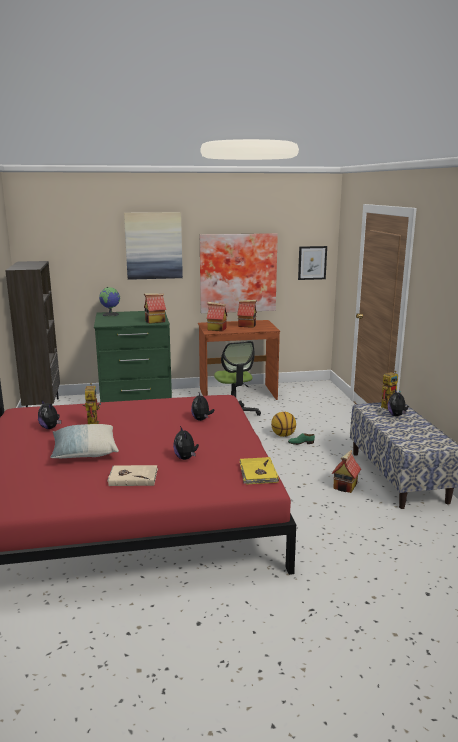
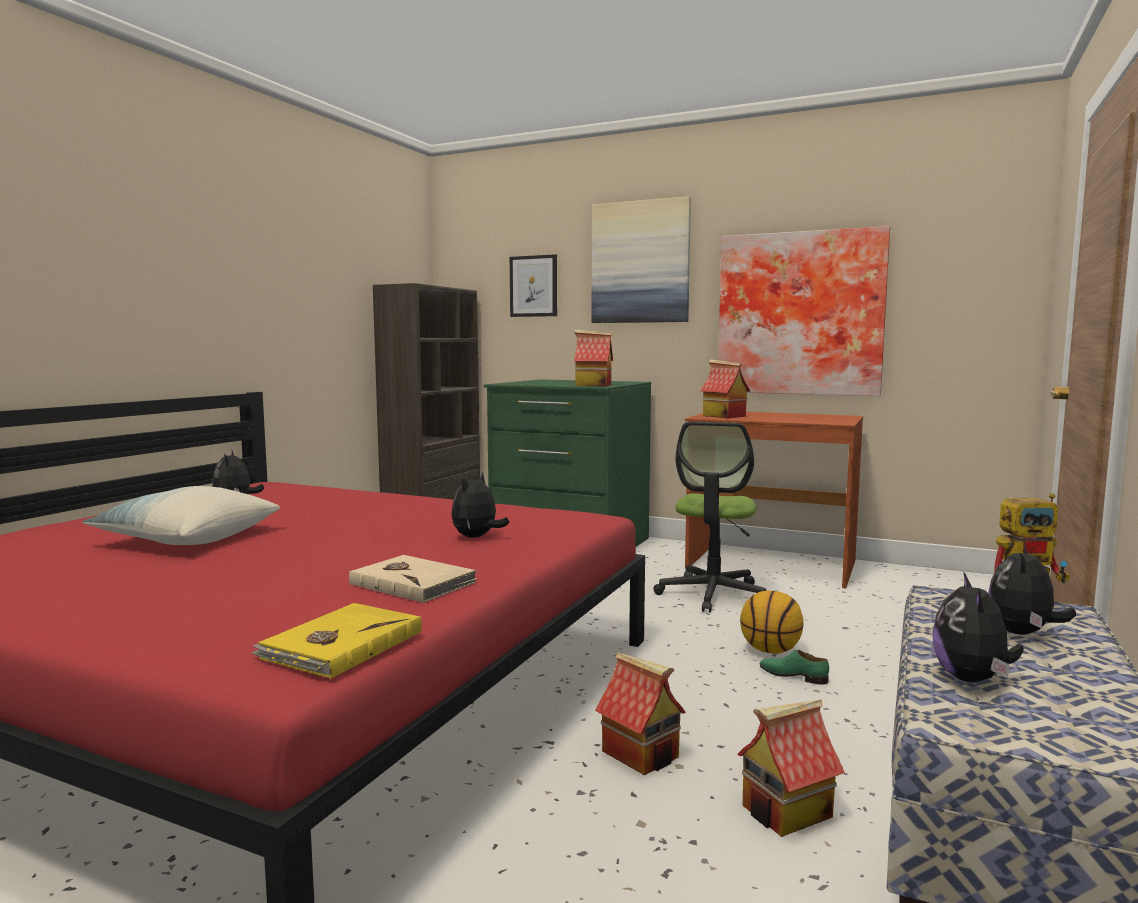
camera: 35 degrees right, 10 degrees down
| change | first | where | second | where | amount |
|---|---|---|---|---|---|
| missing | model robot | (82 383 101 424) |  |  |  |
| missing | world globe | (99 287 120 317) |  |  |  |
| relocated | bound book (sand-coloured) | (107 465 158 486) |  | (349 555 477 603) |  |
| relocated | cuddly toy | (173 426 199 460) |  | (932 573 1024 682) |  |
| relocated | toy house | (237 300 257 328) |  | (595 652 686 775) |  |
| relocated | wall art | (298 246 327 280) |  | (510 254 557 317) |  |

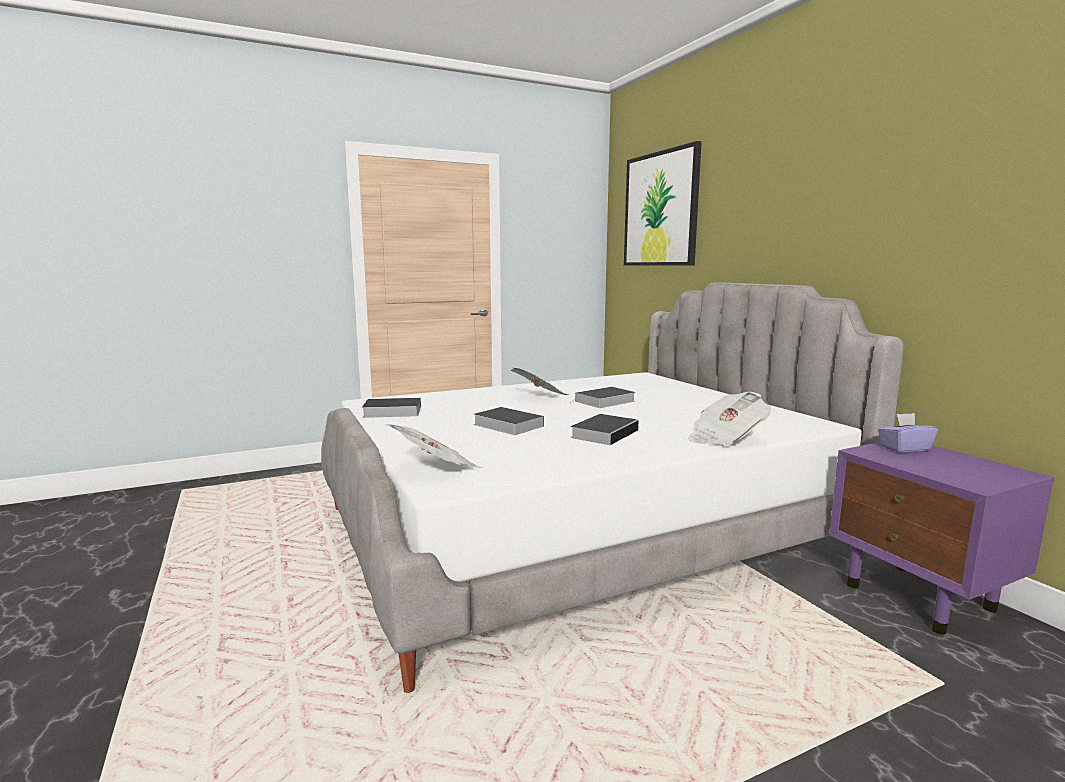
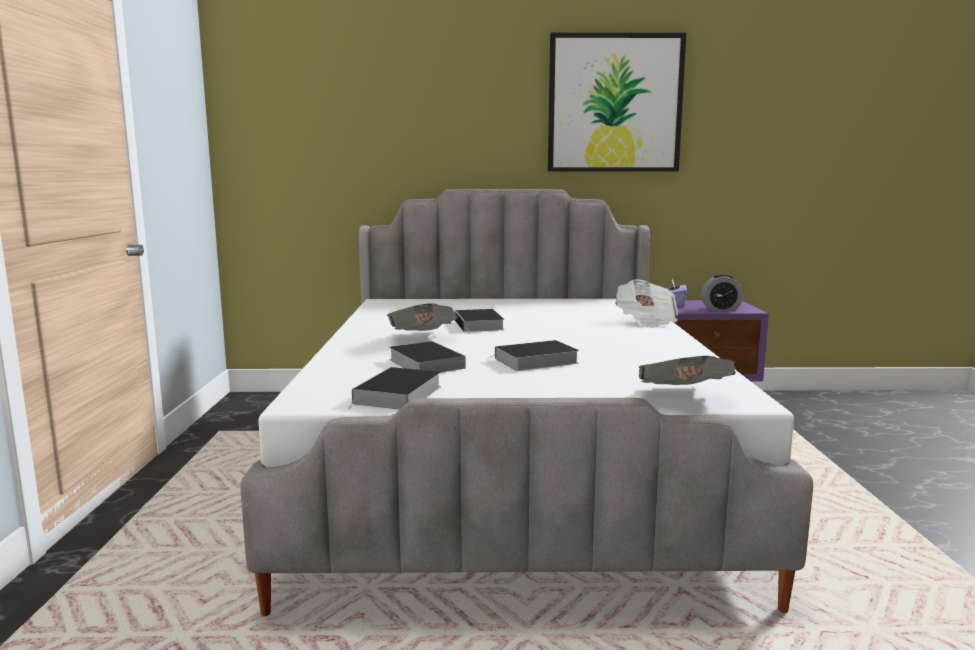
camera: 65 degrees left, 0 degrees up
| change | first | where | second | where | amount |
|---|---|---|---|---|---|
| relocated | bound book | (571 414 638 445) |  | (389 341 465 372) |  |
| relocated | wall art | (624 141 702 266) |  | (548 33 686 172) |  |
| appeared |  |  | table clock | (701 274 743 311) |  |

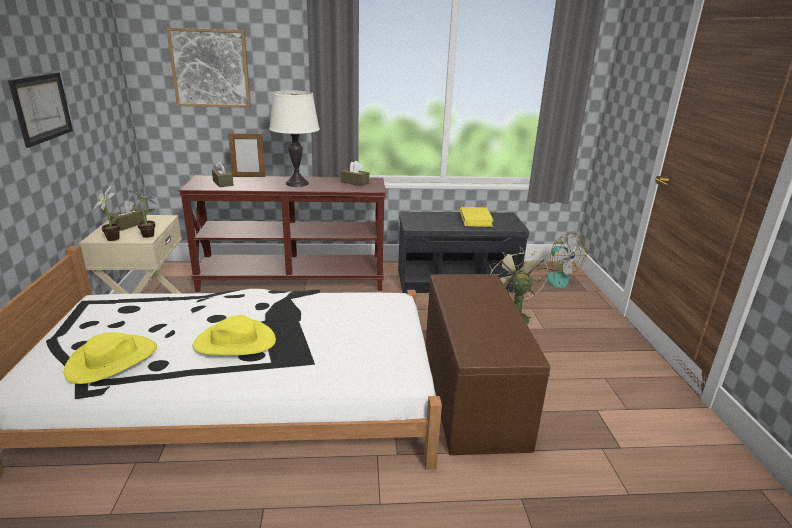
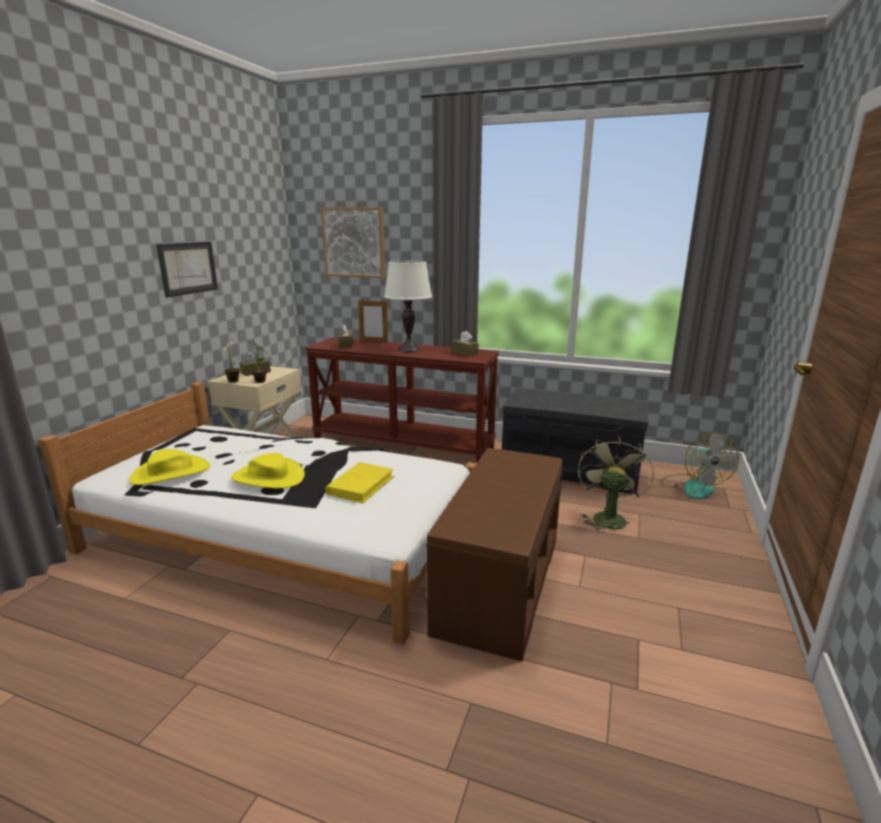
camera: 25 degrees right, 5 degrees down
| change | first | where | second | where | amount |
|---|---|---|---|---|---|
| relocated | bound book (yellow) | (459 207 494 227) |  | (325 462 394 503) |  |

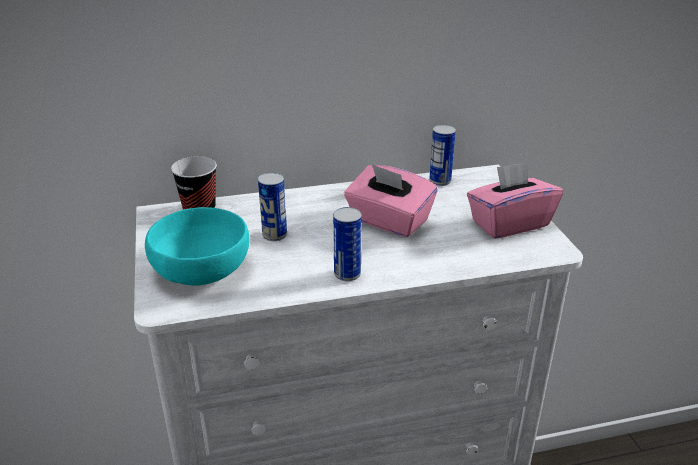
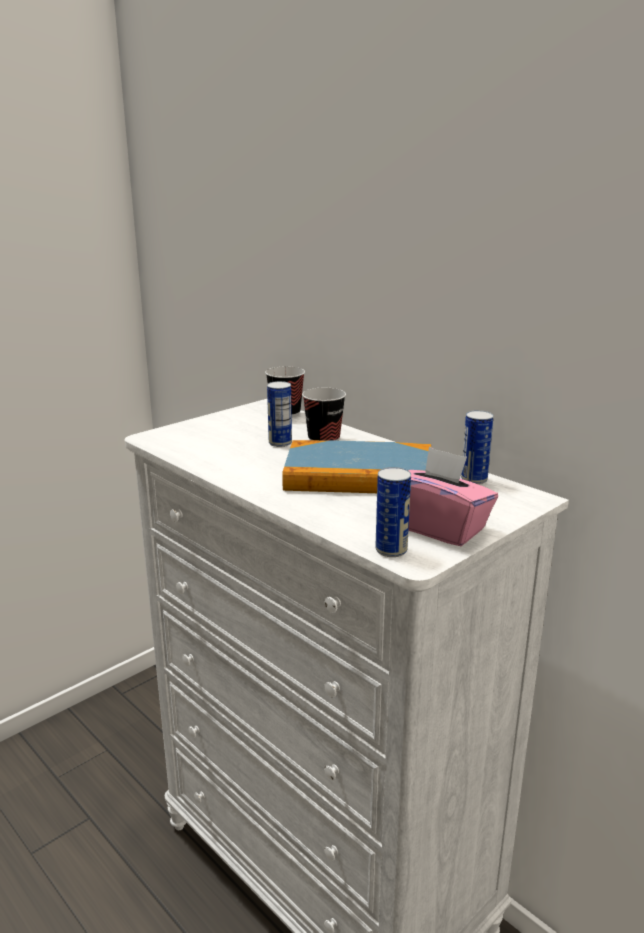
camera: 60 degrees right, 10 degrees down
| change | first | where | second | where | amount |
|---|---|---|---|---|---|
| missing | deep dish (blue-green) | (145 207 250 286) |  |  |  |
| relocated | can | (333 207 362 281) |  | (375 467 411 557) |  |
| exchanged | tissue box (pinkish) | (344 164 438 237) | bound book | (282 440 432 493) |  |
| appeared |  |  | cup | (302 388 346 441) |  |

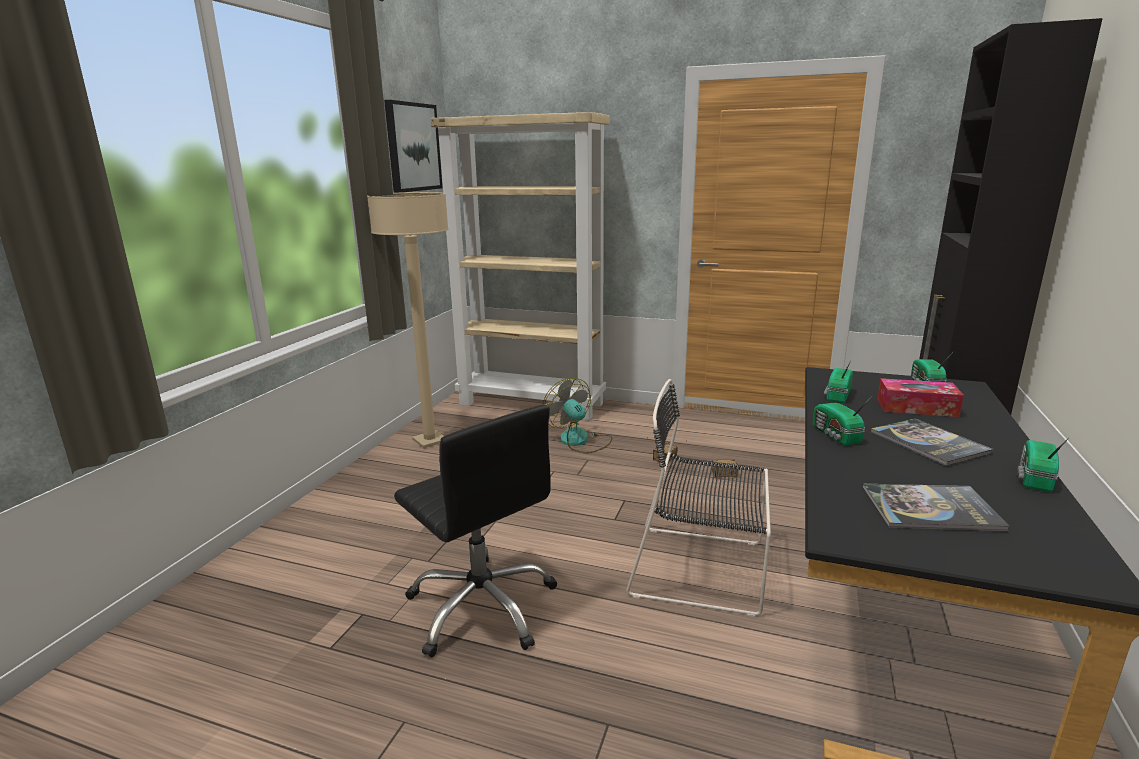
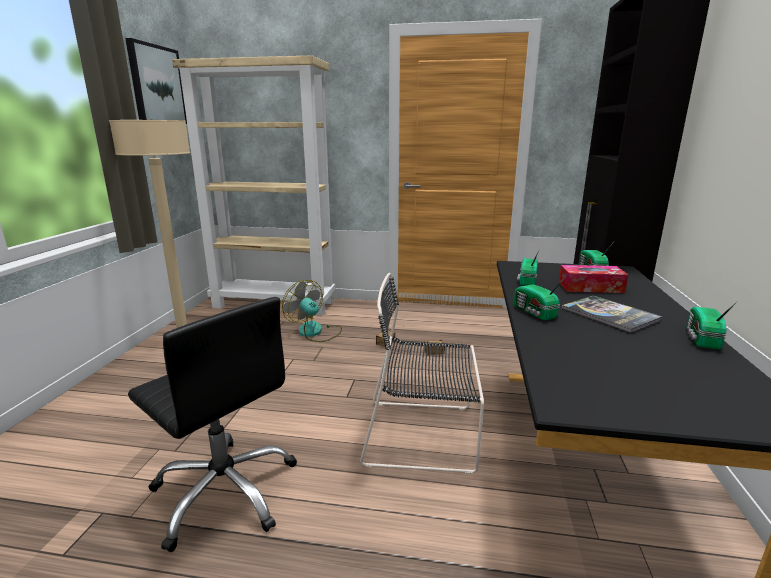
camera: 10 degrees left, 0 degrees up
| change | first | where | second | where | amount |
|---|---|---|---|---|---|
| missing | bound book | (863 484 1009 531) |  |  |  |

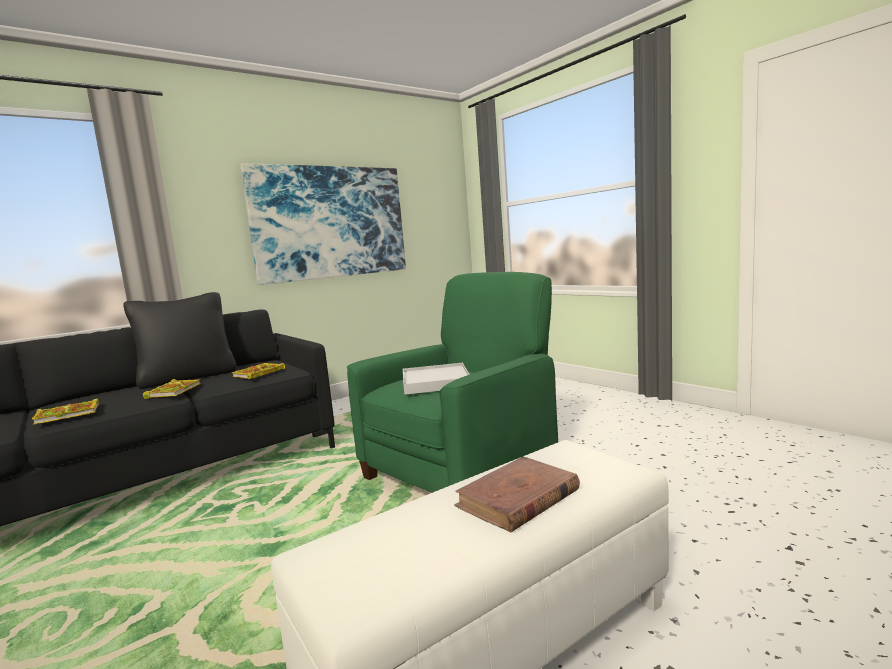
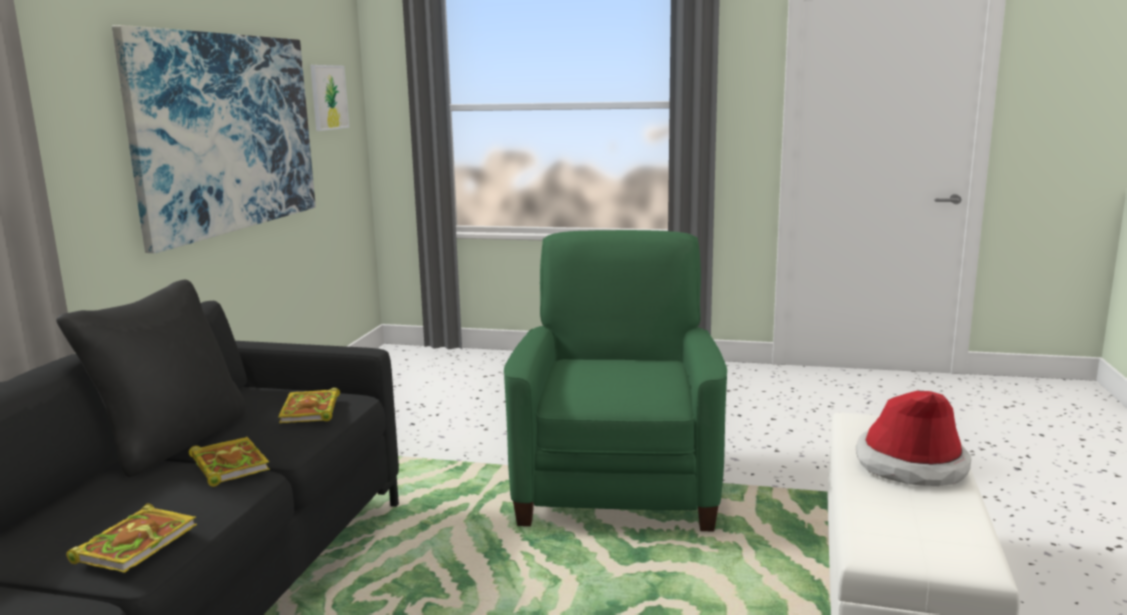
camera: 40 degrees left, 5 degrees up
| change | first | where | second | where | amount |
|---|---|---|---|---|---|
| missing | tray (white-coloured) | (403 363 470 394) |  |  |  |
| exchanged | bound book (brown-coloured) | (454 457 580 532) | clothing hat | (856 391 972 486) |  |
| appeared |  |  | wall art | (310 65 349 131) |  |

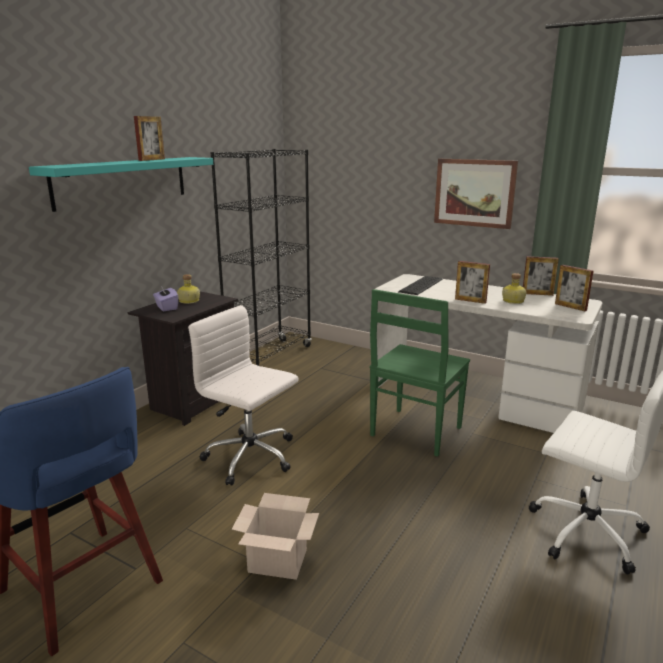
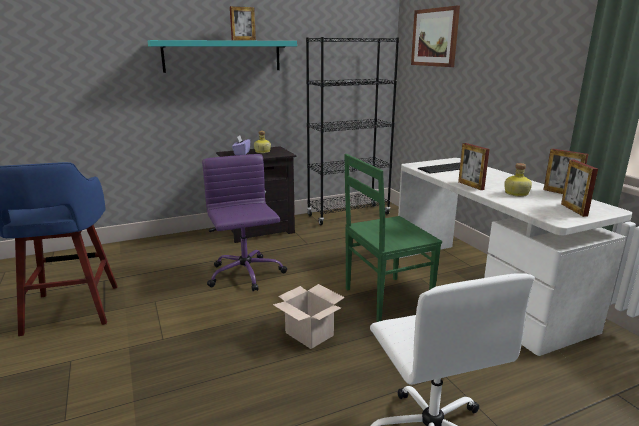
camera: 35 degrees right, 0 degrees up
| change | first | where | second | where | amount |
|---|---|---|---|---|---|
| colour | desk chair (white-coloured) | (188 305 299 486) | desk chair (purple) | (202 154 287 291) |  |
| relocated | packing box | (232 493 319 580) |  | (273 284 345 349) |  |
| relocated | wall art | (434 159 518 229) |  | (411 6 460 67) |  |

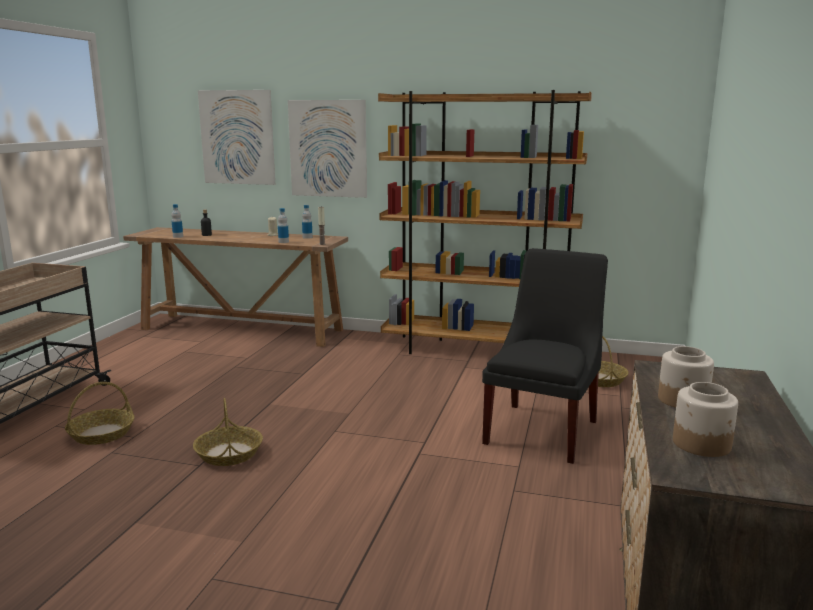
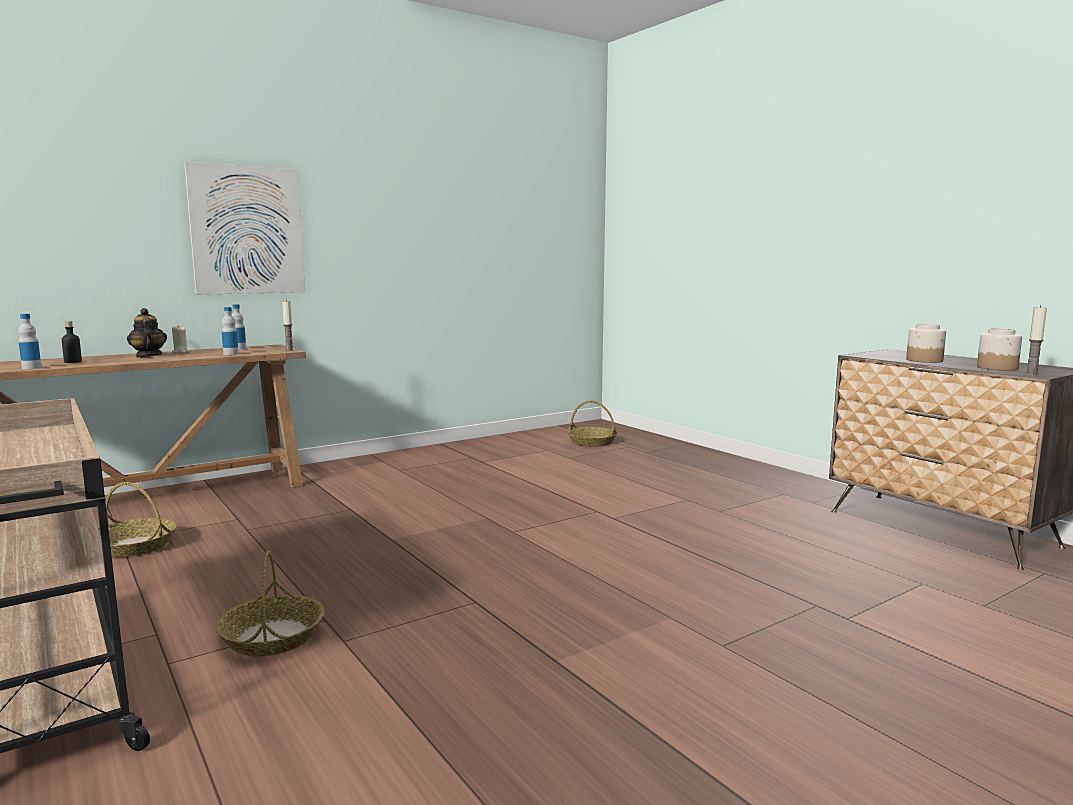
camera: 50 degrees left, 5 degrees down
| change | first | where | second | where | amount |
|---|---|---|---|---|---|
| relocated | storage basket | (193 398 263 466) |  | (98 482 177 557) |  |
| missing | wall art | (198 90 275 185) |  |  |  |
| missing | bookcase (brown-coloured) | (378 90 592 354) |  |  |  |
| missing | plain chair (blackish) | (482 248 608 464) |  |  |  |
| appeared |  |  | tea pot | (127 308 167 357) |  |
| appeared |  |  | wax light | (1025 305 1047 376) |  |

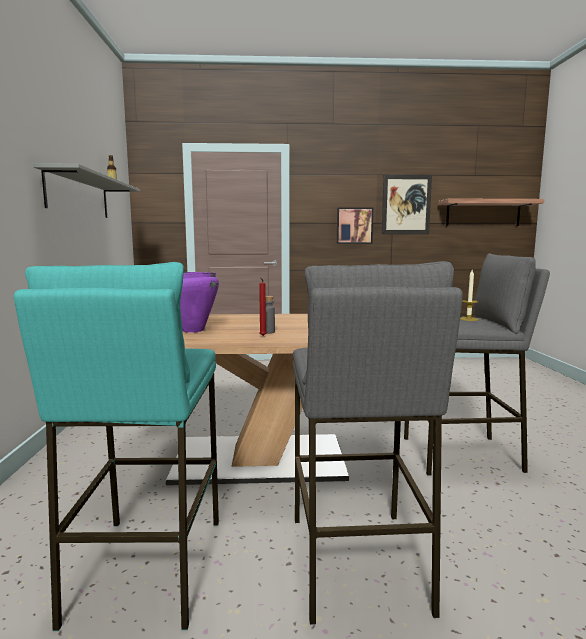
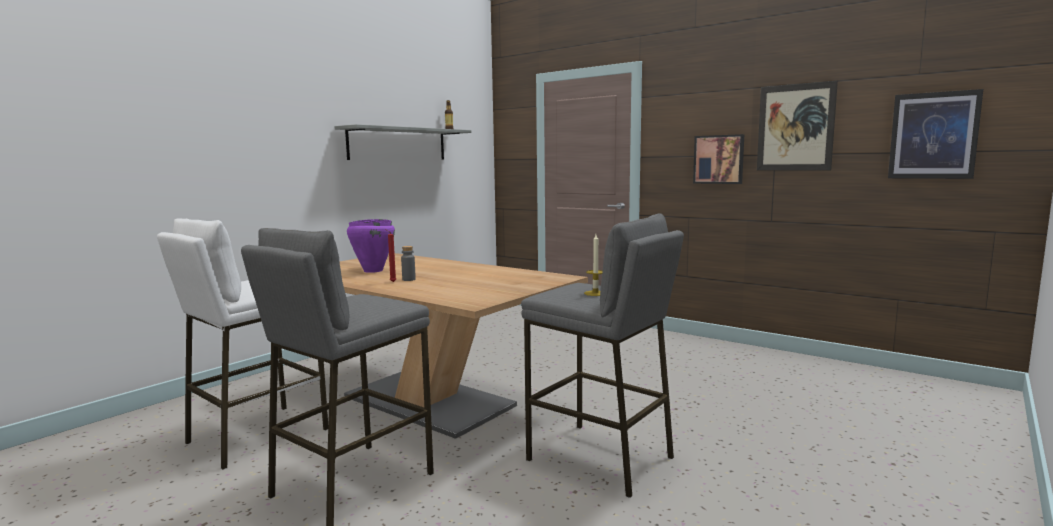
camera: 40 degrees right, 0 degrees up
| change | first | where | second | where | amount |
|---|---|---|---|---|---|
| colour | sitting stool (blue-green) | (14 262 219 631) | sitting stool (white-coloured) | (157 218 328 470) |  |
| exchanged | wall shelf | (438 198 544 226) | wall art | (888 89 983 179) |  |

